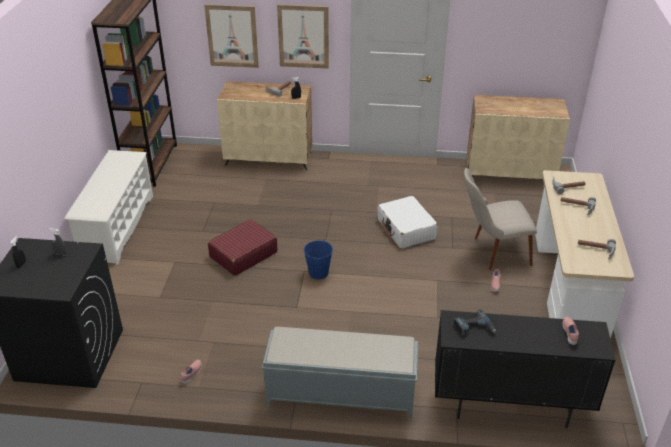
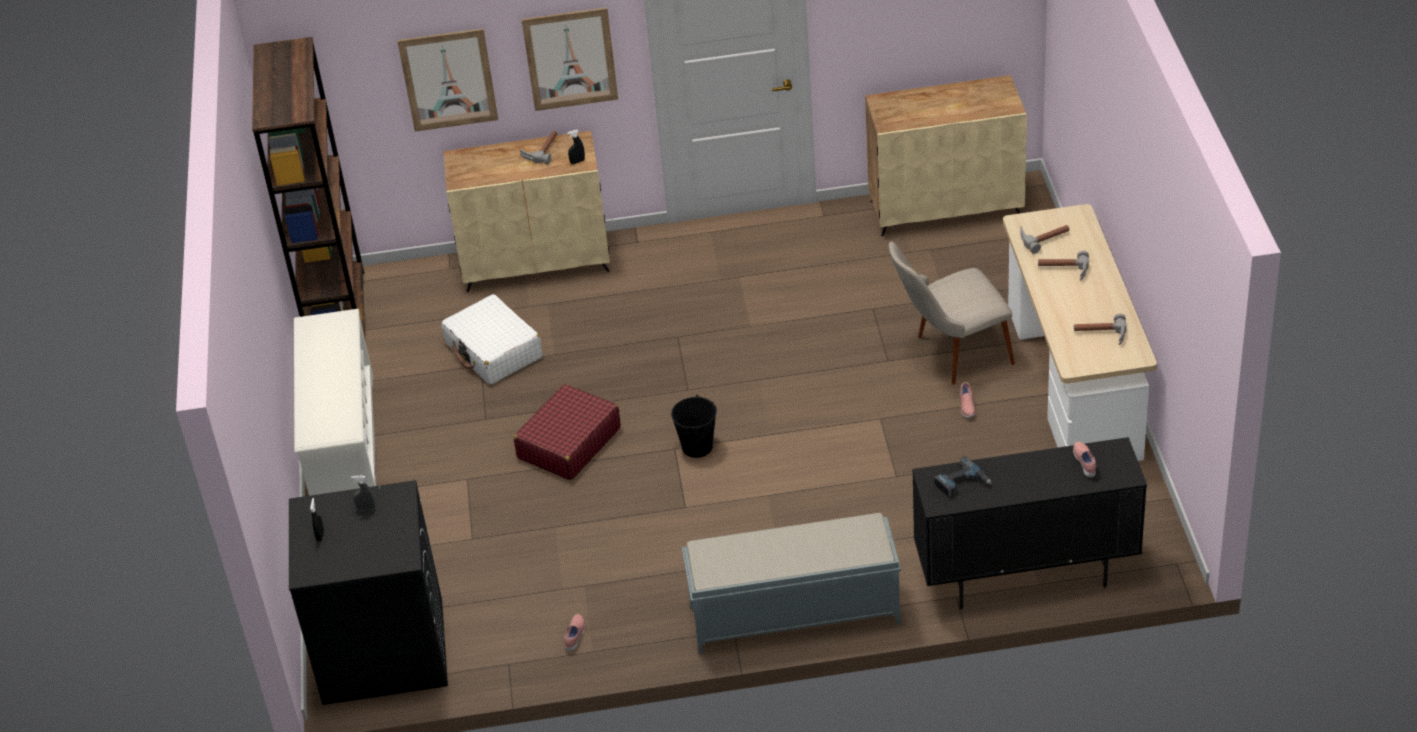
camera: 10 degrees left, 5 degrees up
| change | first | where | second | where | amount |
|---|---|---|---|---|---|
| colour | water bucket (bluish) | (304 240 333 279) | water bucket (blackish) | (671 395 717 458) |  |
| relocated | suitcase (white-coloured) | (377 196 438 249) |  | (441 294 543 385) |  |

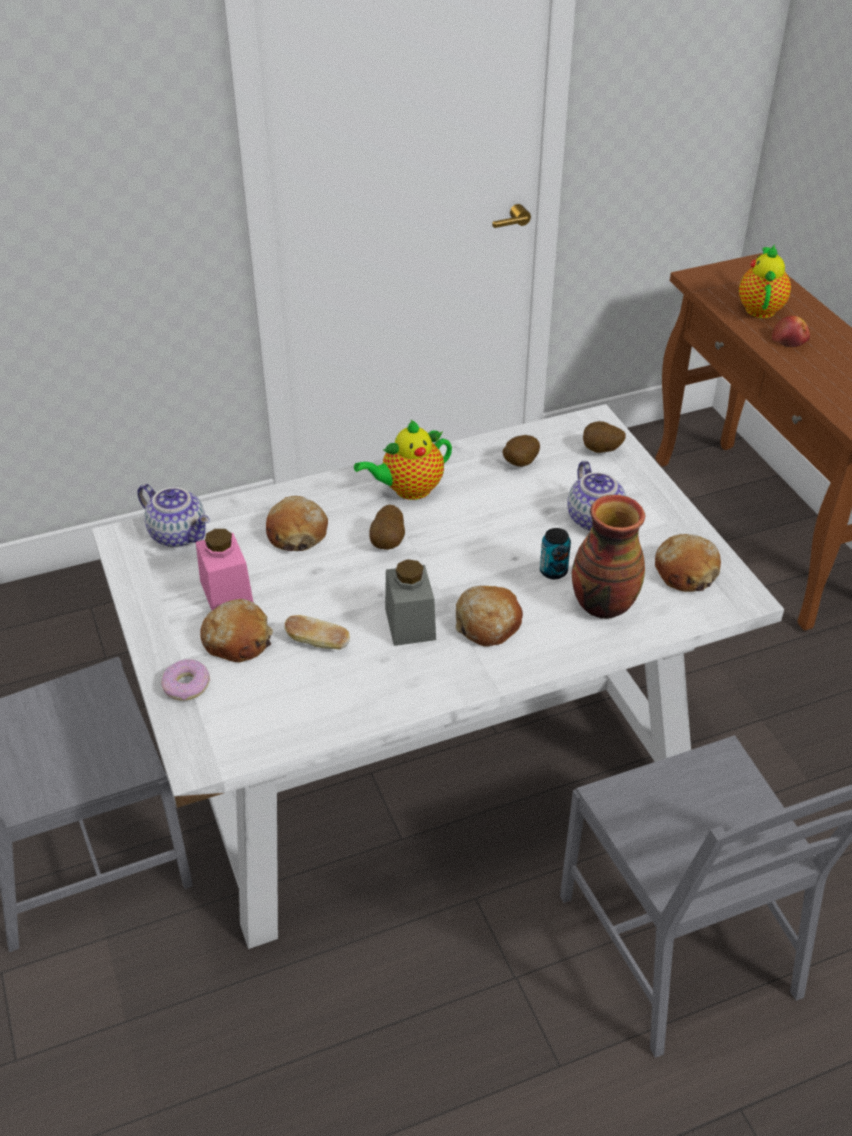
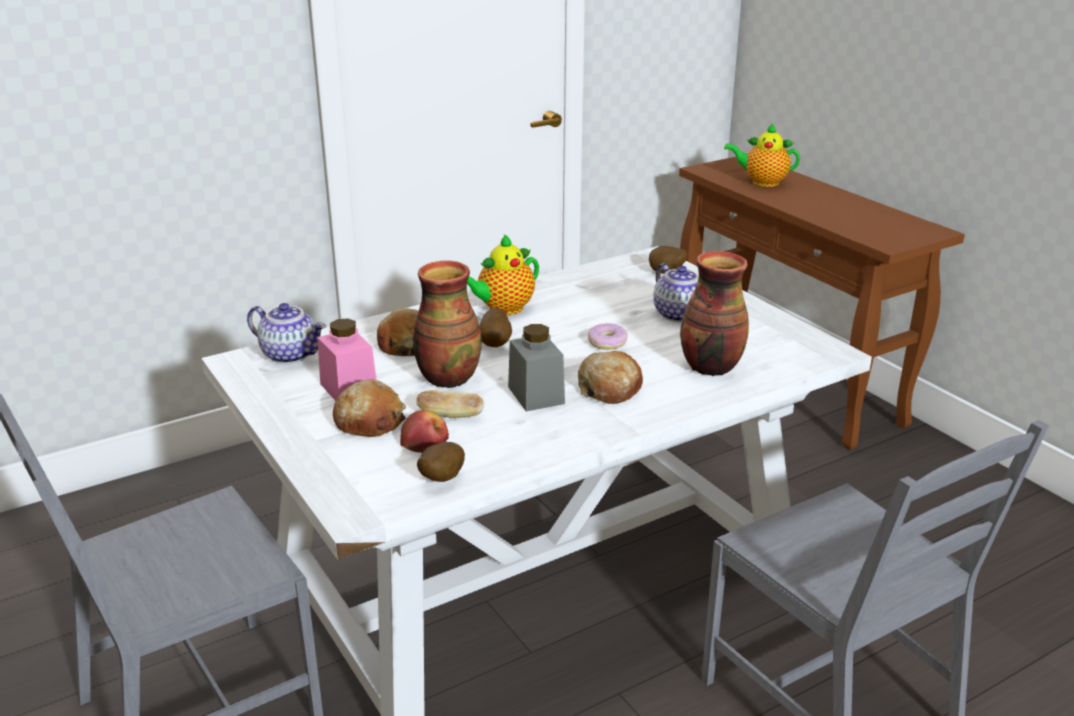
camera: 10 degrees left, 15 degrees down
| change | first | where | second | where | amount |
|---|---|---|---|---|---|
| relocated | donut | (161 659 210 700) |  | (588 323 628 350) |  |
| relocated | spud | (503 435 540 467) |  | (417 442 465 482) |  |
| missing | can | (540 528 571 579) |  |  |  |
| missing | bakery bread | (655 534 721 592) |  |  |  |
| spun | tea pot | (739 245 791 318) |  | (724 123 800 187) | 75 degrees counterclockwise |
| relocated | apple fruit | (772 316 810 347) |  | (400 410 449 453) |  |
| appeared |  |  | flower vase | (413 260 482 388) |  |

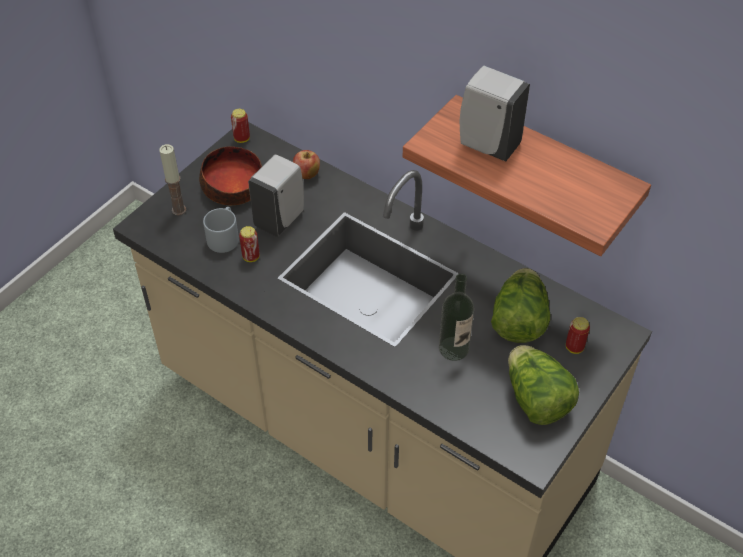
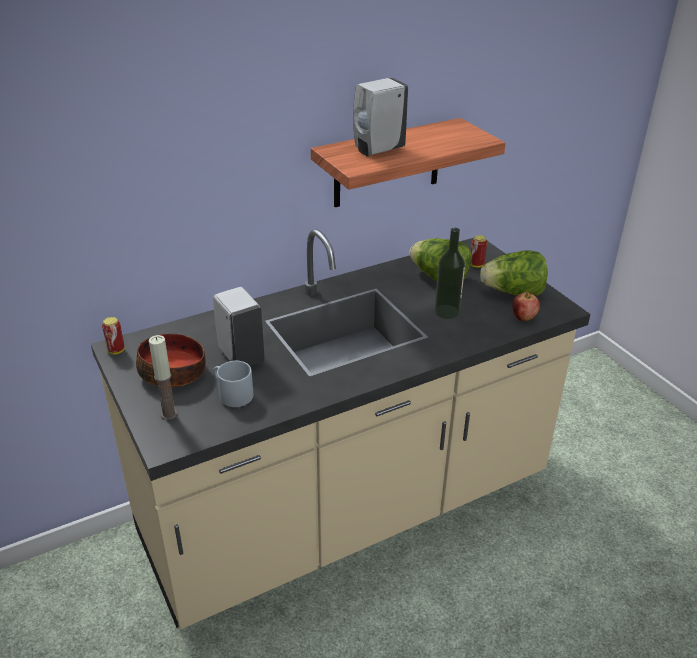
camera: 65 degrees left, 15 degrees down
| change | first | where | second | where | amount |
|---|---|---|---|---|---|
| missing | can | (239 226 260 262) |  |  |  |
| relocated | apple fruit | (293 150 320 179) |  | (512 292 540 321) |  |

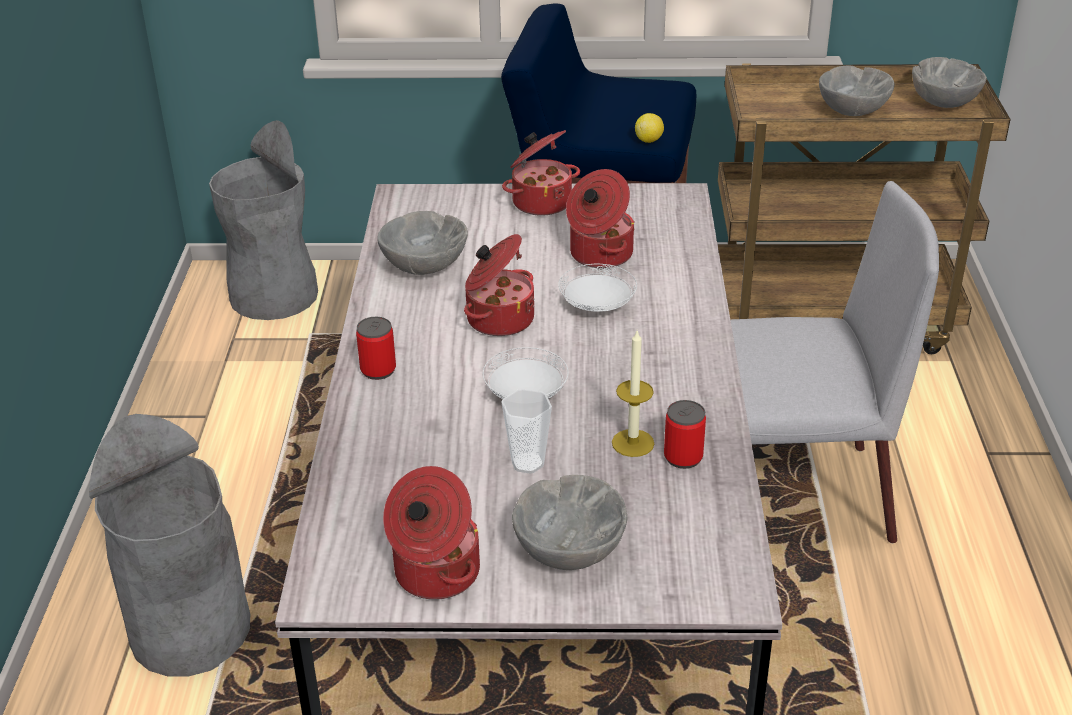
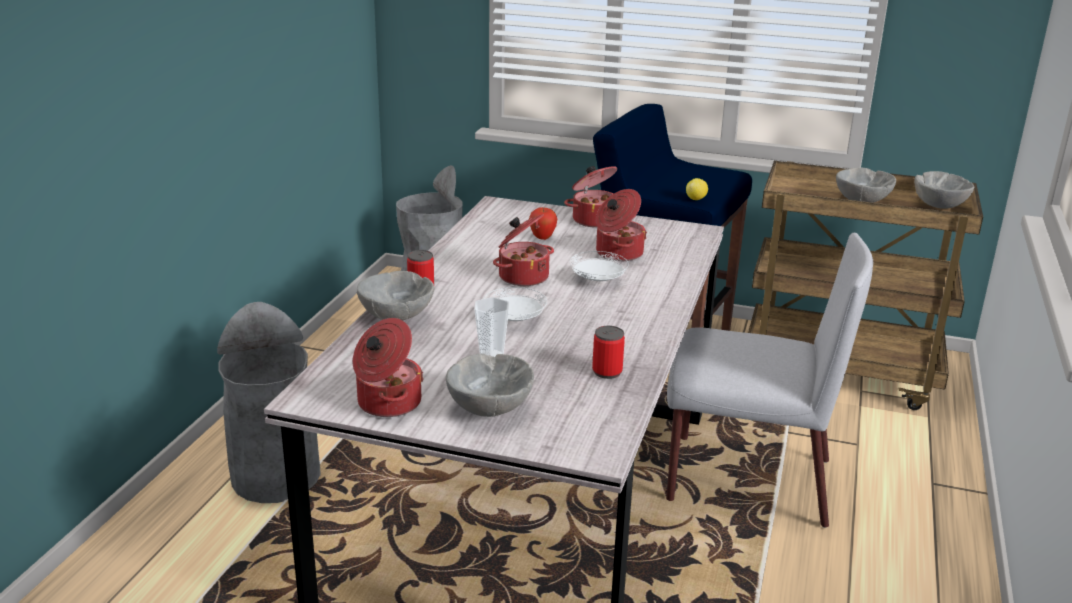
camera: 15 degrees right, 10 degrees down
| change | first | where | second | where | amount |
|---|---|---|---|---|---|
| relocated | deep dish (greyish) | (377 211 468 275) |  | (356 271 434 320) |  |
| missing | wax light | (612 331 654 457) |  |  |  |
| appeared |  |  | apple fruit | (529 207 557 240) |  |

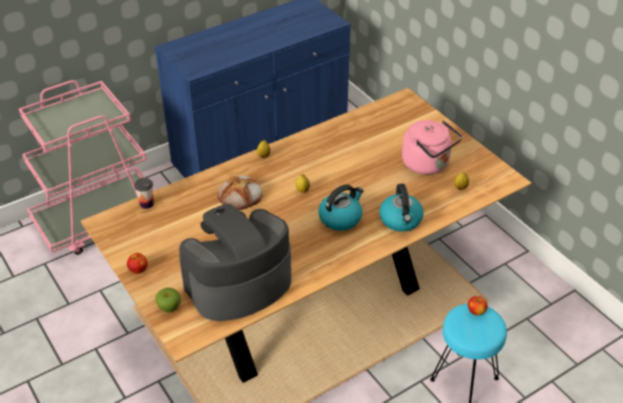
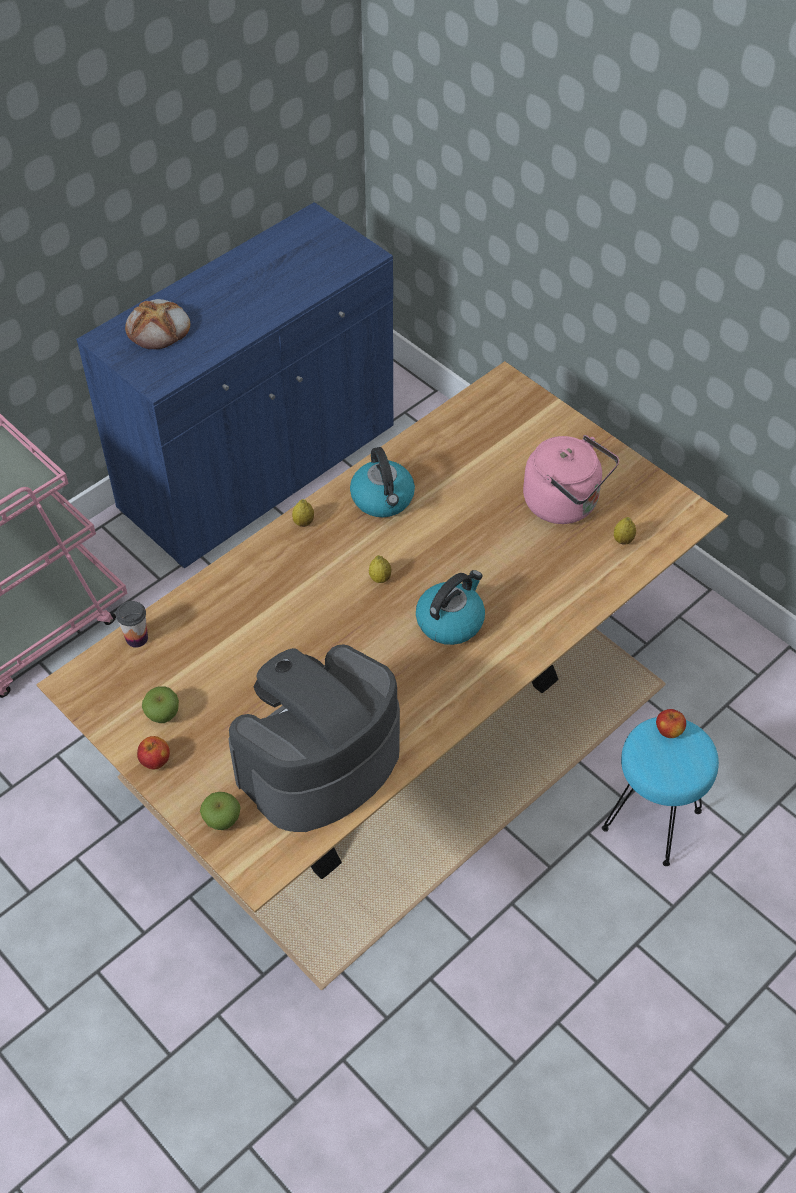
camera: 10 degrees left, 10 degrees up
| change | first | where | second | where | amount |
|---|---|---|---|---|---|
| relocated | bakery bread | (217 175 263 210) |  | (125 299 190 349) |  |
| relocated | kettle | (379 184 424 232) |  | (350 447 415 517) |  |
| appeared |  |  | apple fruit | (142 686 179 723) |  |

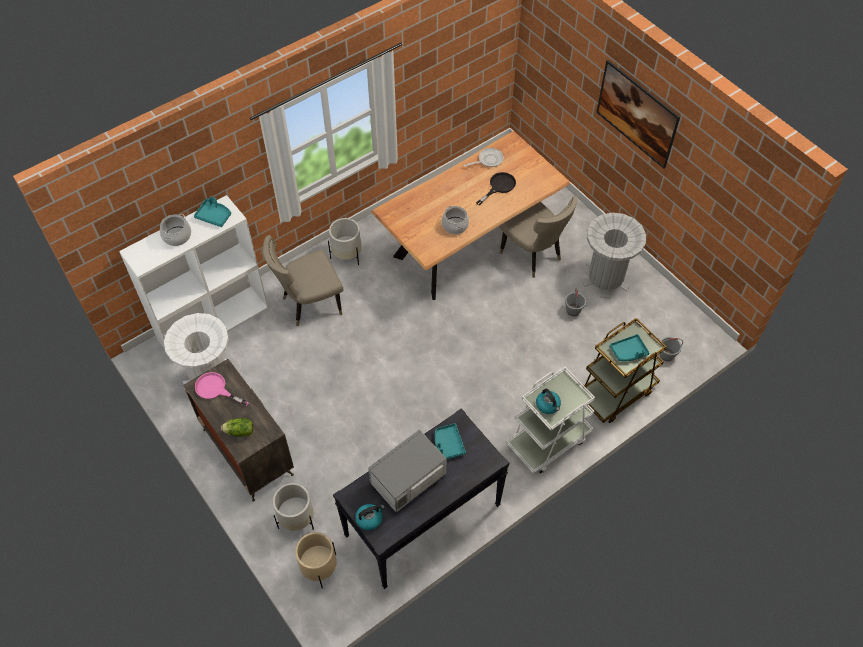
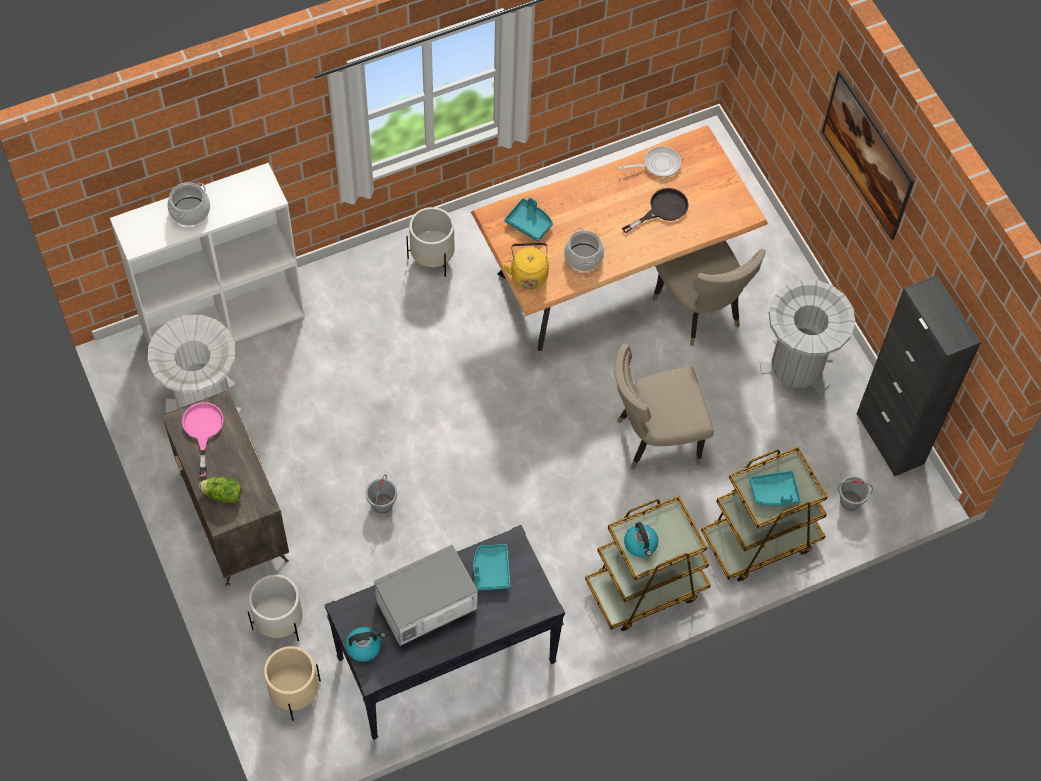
camera: 10 degrees right, 5 degrees up
| change | first | where | second | where | amount |
|---|---|---|---|---|---|
| relocated | tray (blue-green) | (194 196 231 227) |  | (504 197 553 242) |  |
| spun | frying pan (pinkish) | (195 372 249 406) |  | (182 402 224 476) | 45 degrees clockwise |
| relocated | plain chair (sand-coloured) | (263 235 343 327) |  | (614 343 714 470) |  |
| colour | trolley (white-coloured) | (506 367 595 474) | trolley (brown-coloured) | (585 496 711 631) |  |
| relocated | water bucket (greyish) | (565 288 586 316) |  | (366 474 397 513) |  |
| appeared |  |  | kettle (yellow) | (503 243 549 289) |  |
| appeared |  |  | cabinet (blackish) | (857 275 981 477) |  |

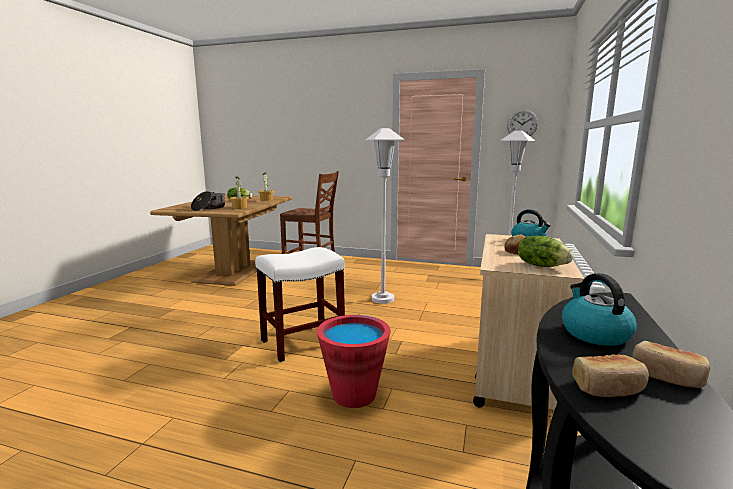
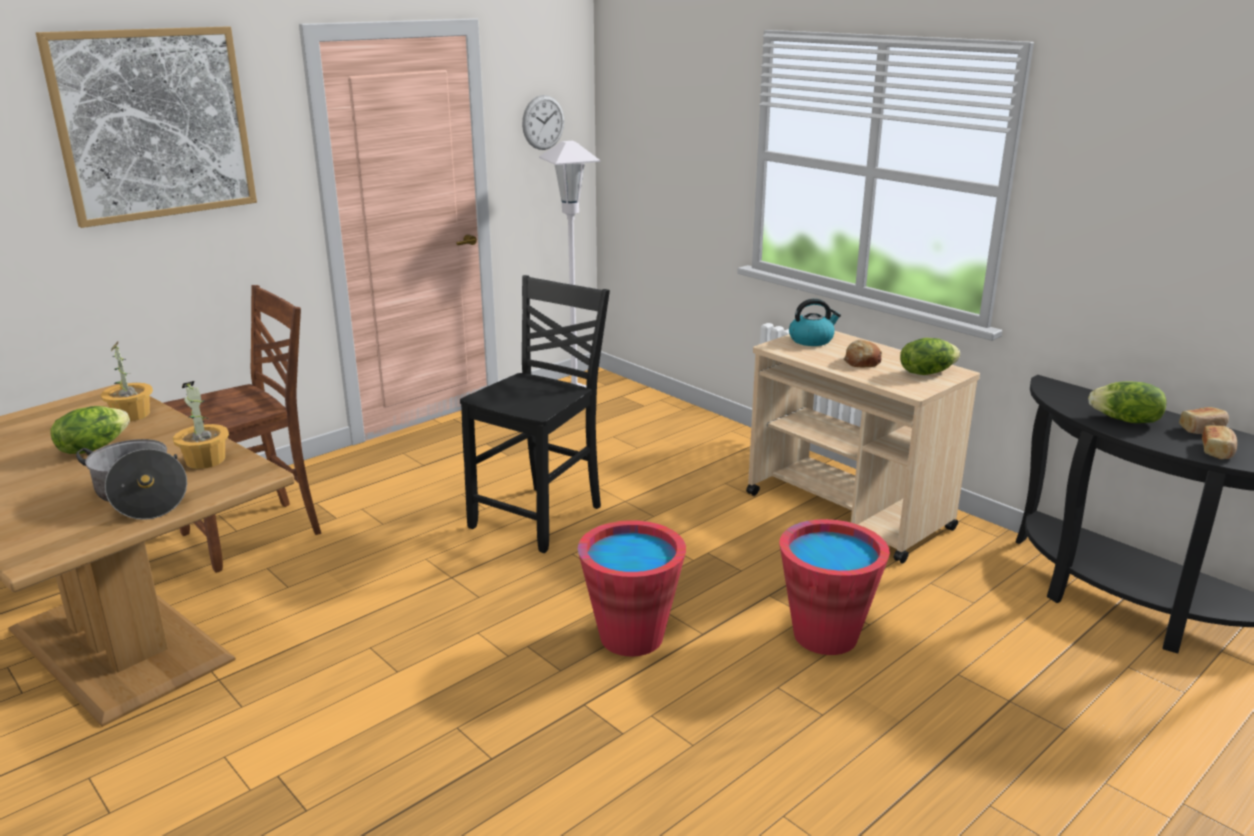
camera: 60 degrees left, 10 degrees up
| change | first | where | second | where | amount |
|---|---|---|---|---|---|
| exchanged | sitting stool (white-coloured) | (255 247 345 363) | water bucket (red) | (578 520 686 656) |  |
| exchanged | standing lamp (white-coloured) | (365 128 405 304) | plain chair (blackish) | (460 275 610 553) |  |
| exchanged | kettle | (562 273 637 346) | lettuce head | (1088 381 1167 423) |  |
| appeared |  |  | wall art | (36 26 257 228) |  |

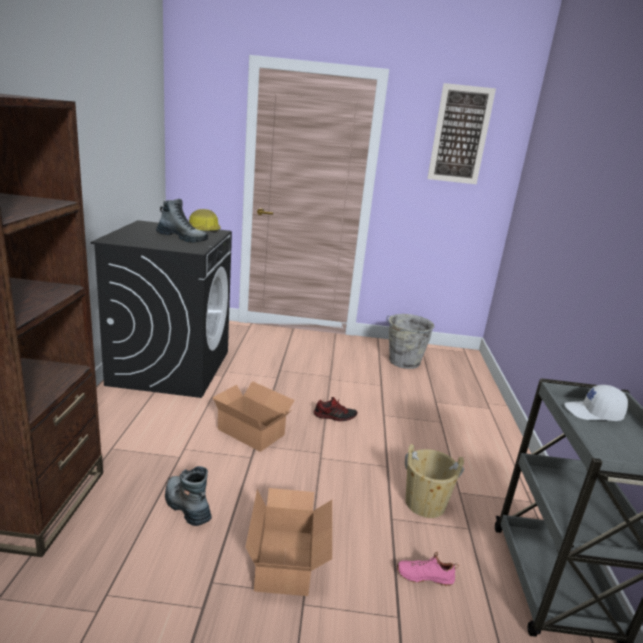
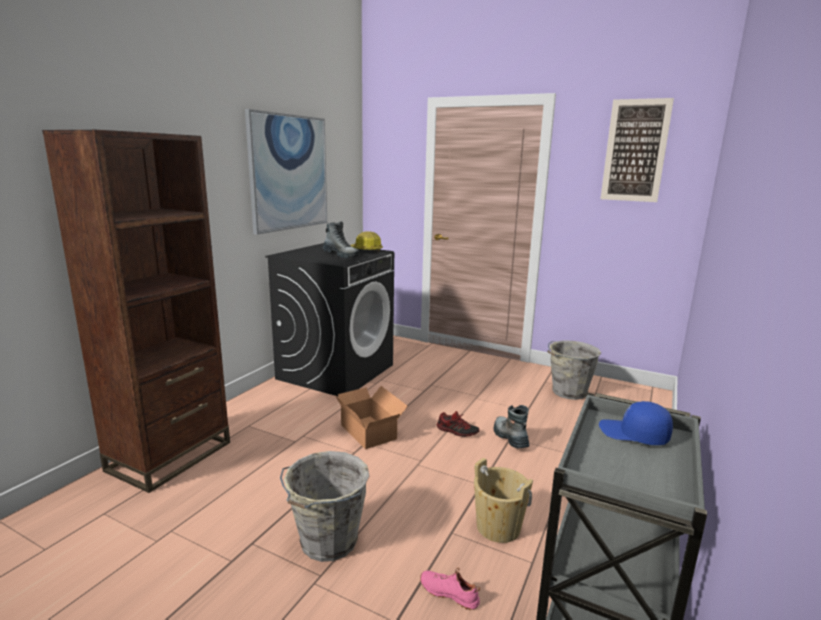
camera: 25 degrees right, 5 degrees down
| change | first | where | second | where | amount |
|---|---|---|---|---|---|
| relocated | high-top boot | (165 466 211 526) |  | (494 405 529 448) |  |
| exchanged | packing box | (245 488 332 596) | water bucket (greyish) | (280 451 369 562) |  |
| colour | baseball cap (white-coloured) | (564 385 628 421) | baseball cap (bluish) | (599 401 673 445) |  |
| appeared |  |  | wall art | (245 109 327 234) |  |

